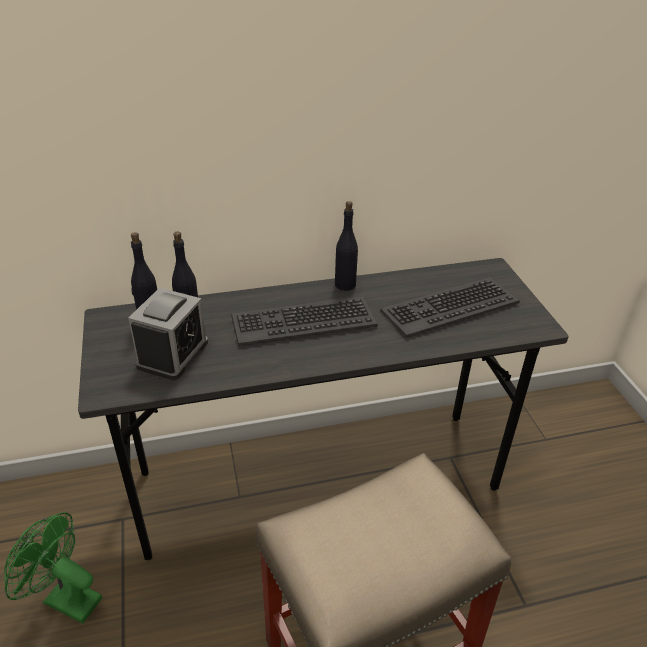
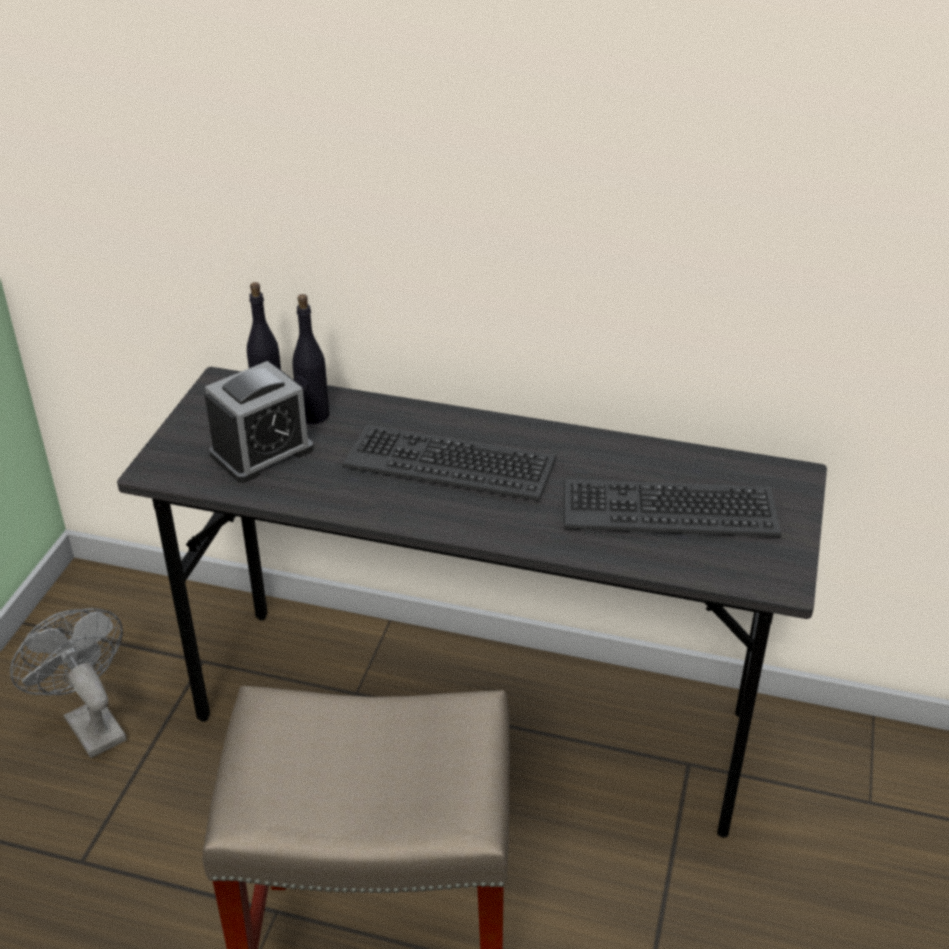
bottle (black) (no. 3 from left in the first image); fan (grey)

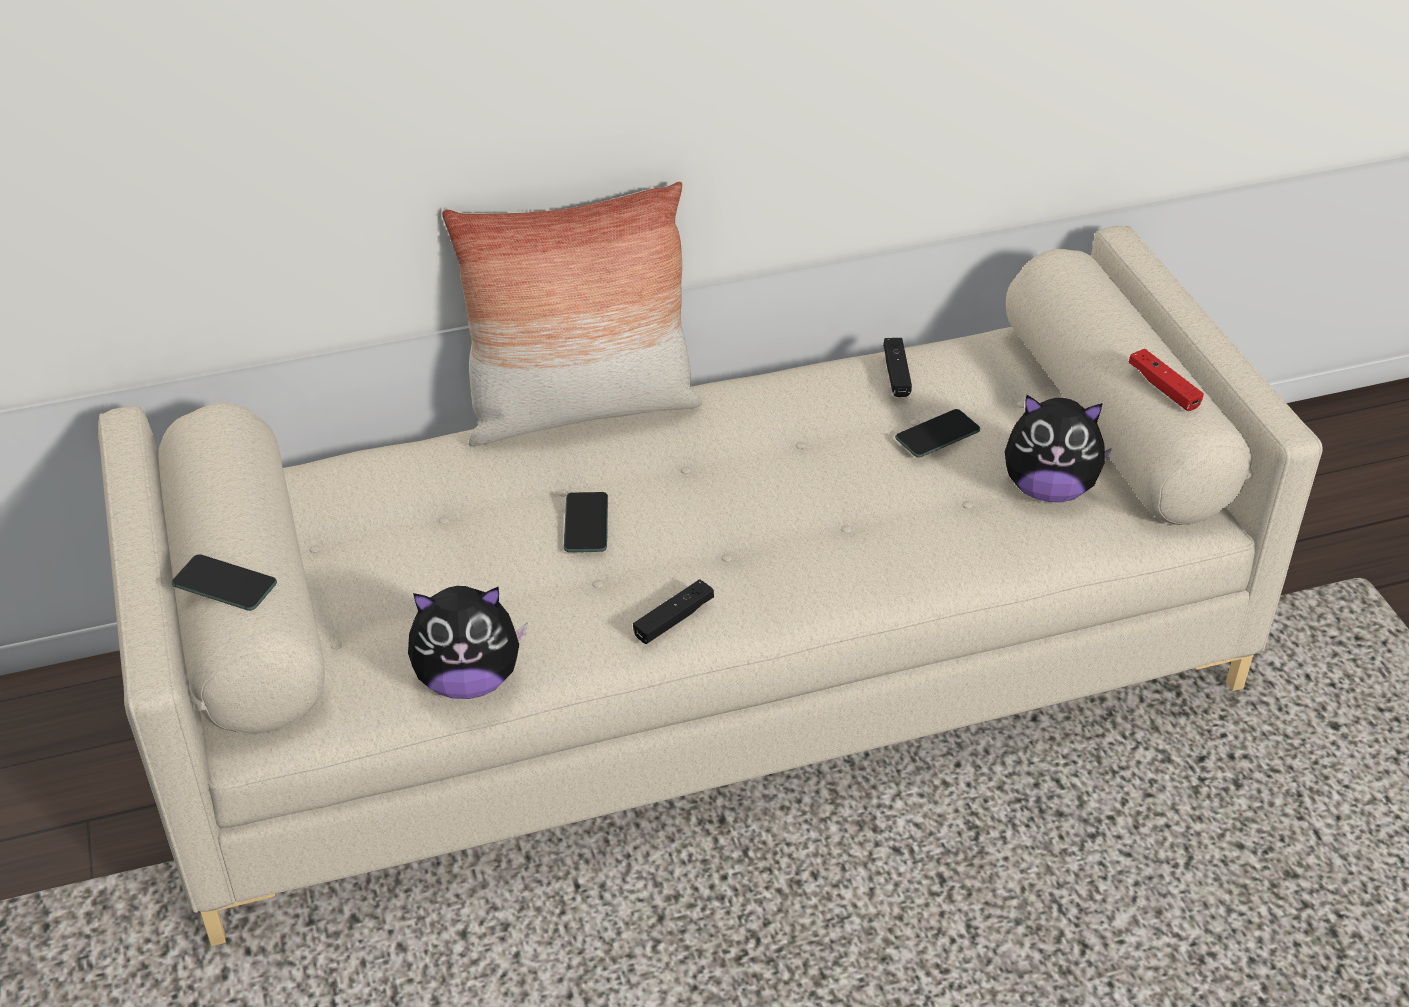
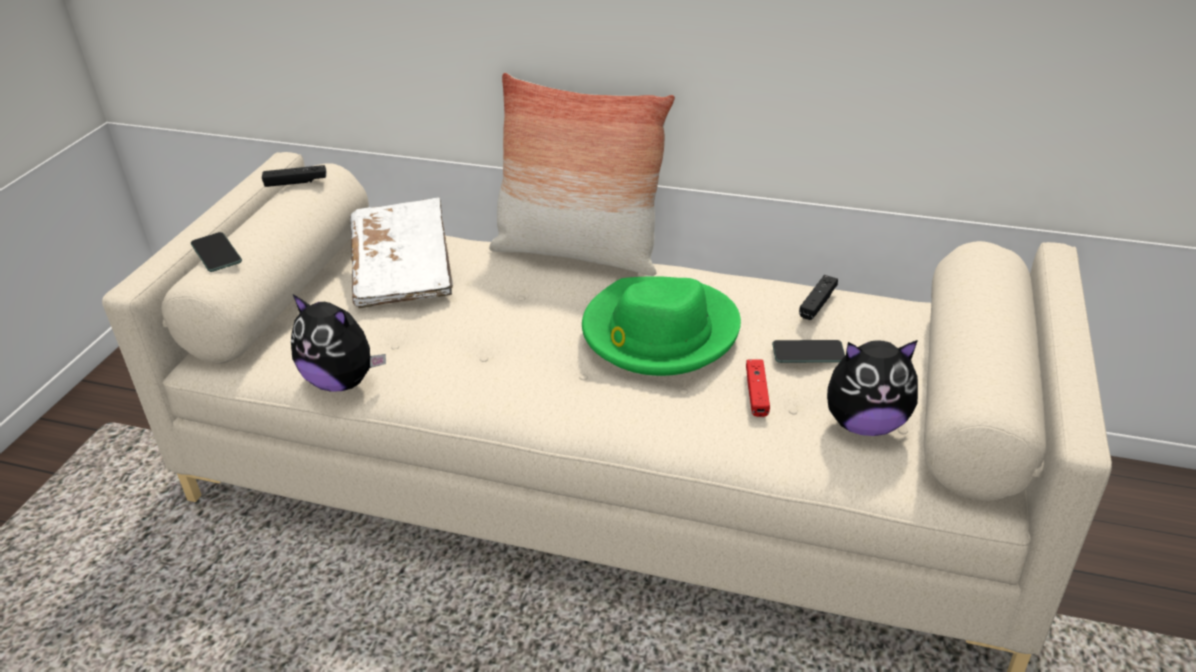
game controller (red); plush toy (no. 2 from left); phone (no. 2 from left in the first image); game controller (black) (no. 1 from left); book (white); hat (green)

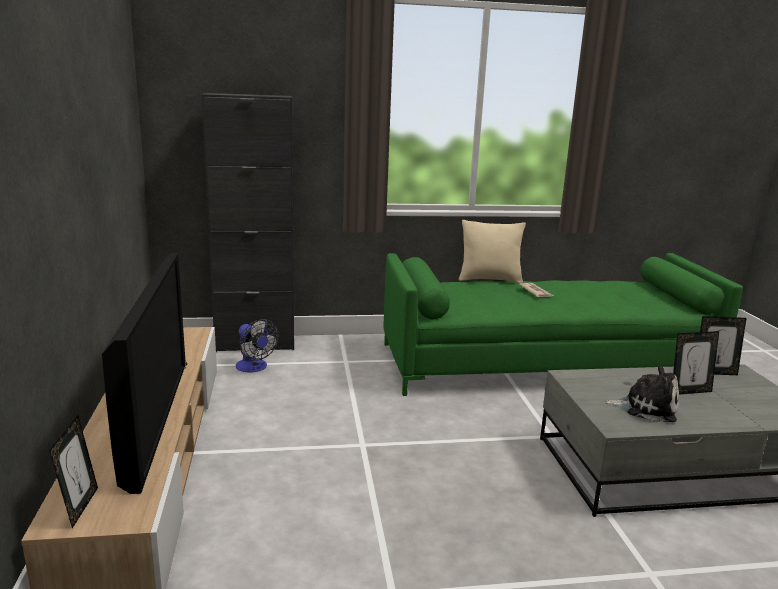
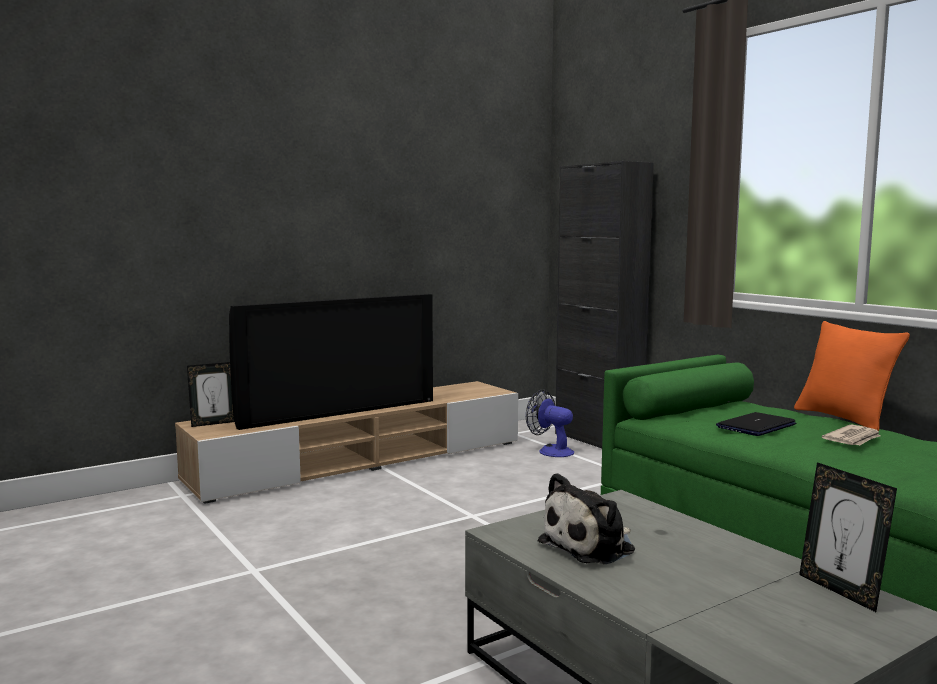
pillow (orange); fan; picture frame (no. 2 from left in the first image); plush toy; laptop

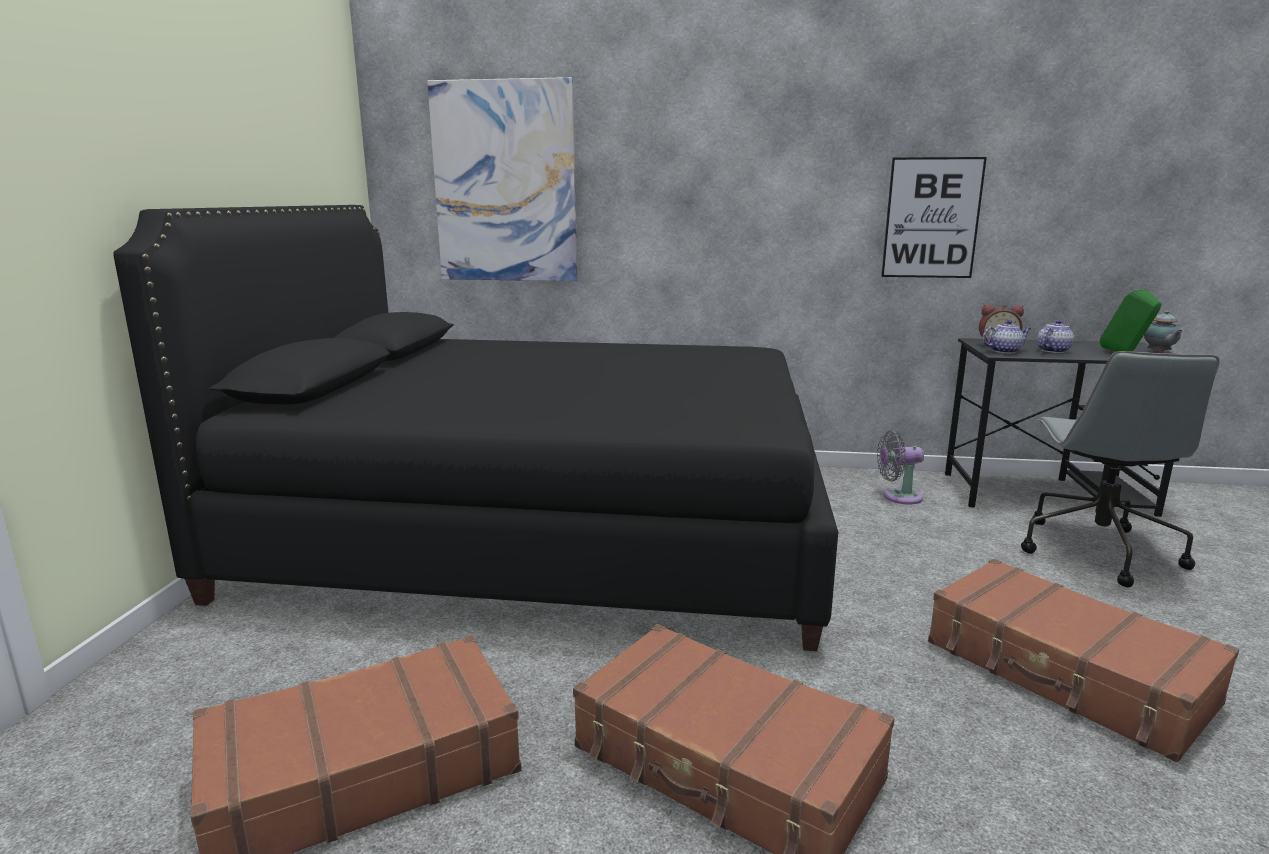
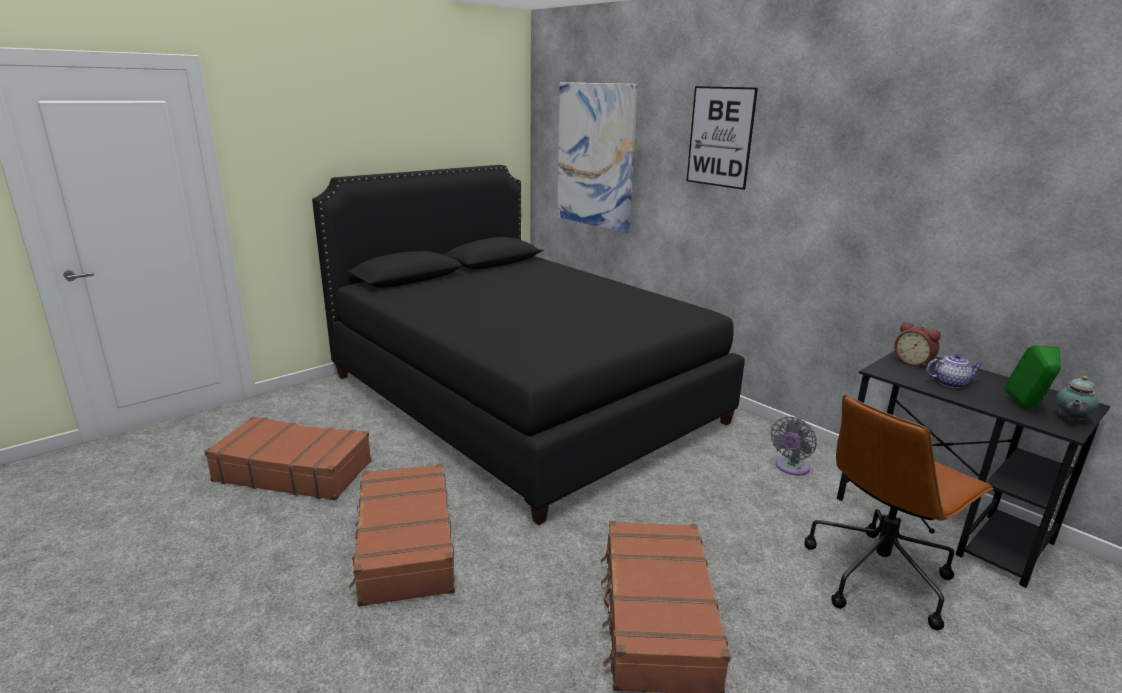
picture (no. 2 from left); teapot (no. 1 from left in the first image); office chair (brown); fan (grey)

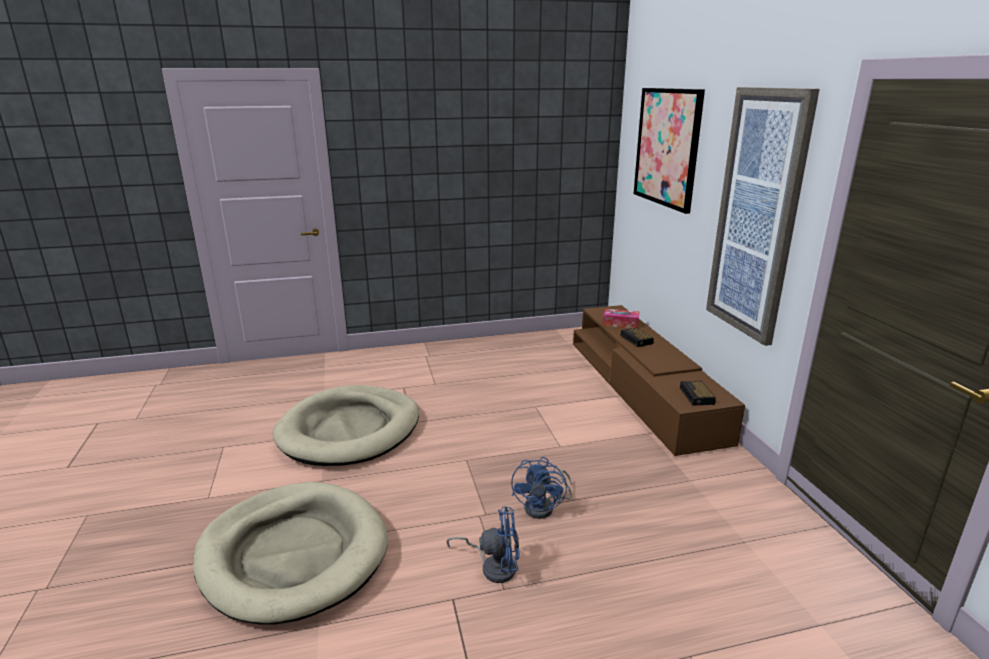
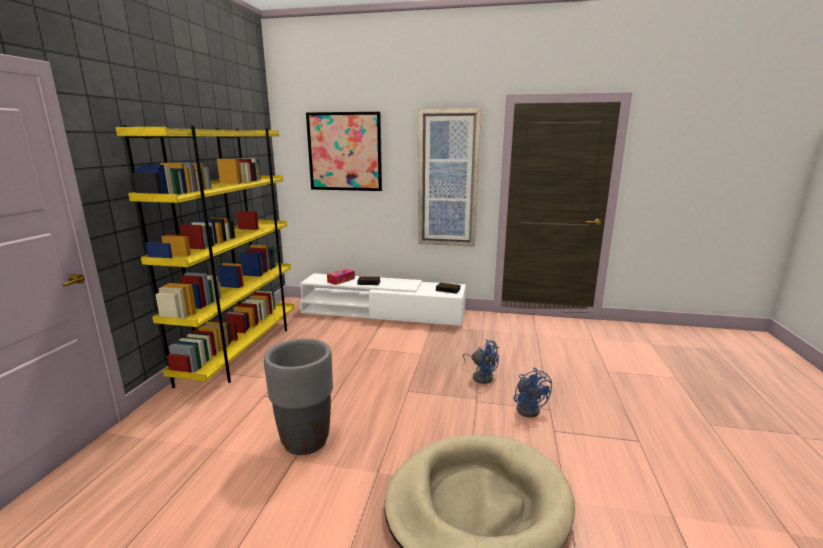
tv stand (white); planter (grey); fan (blue) (no. 2 from left); bookcase (yellow)

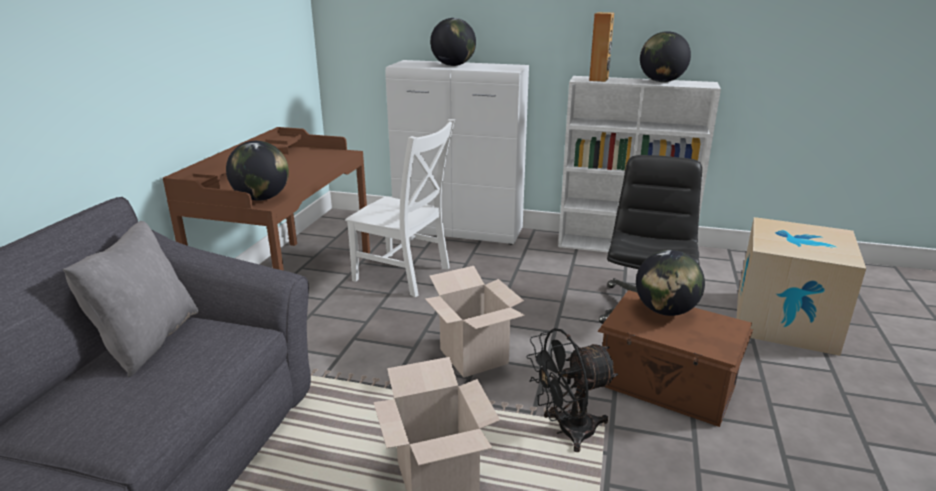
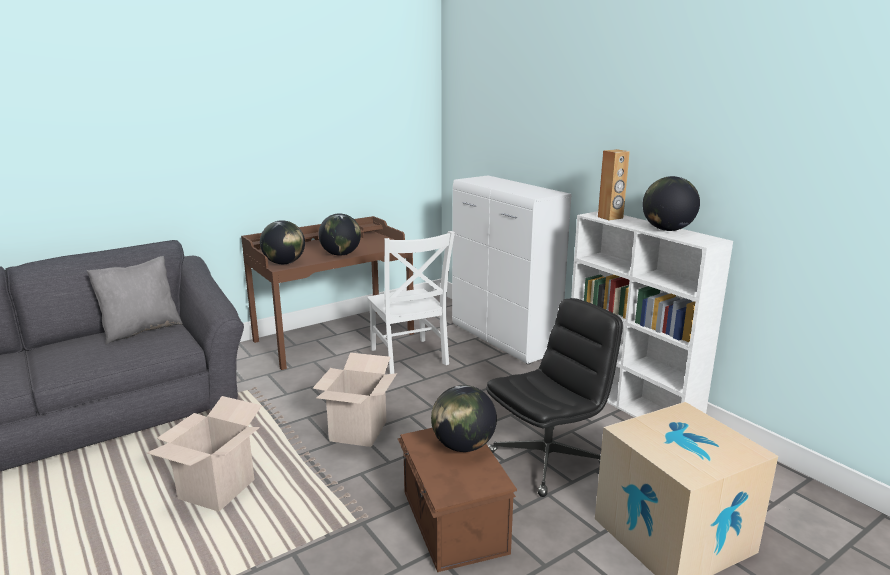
globe (no. 2 from left); fan (black)

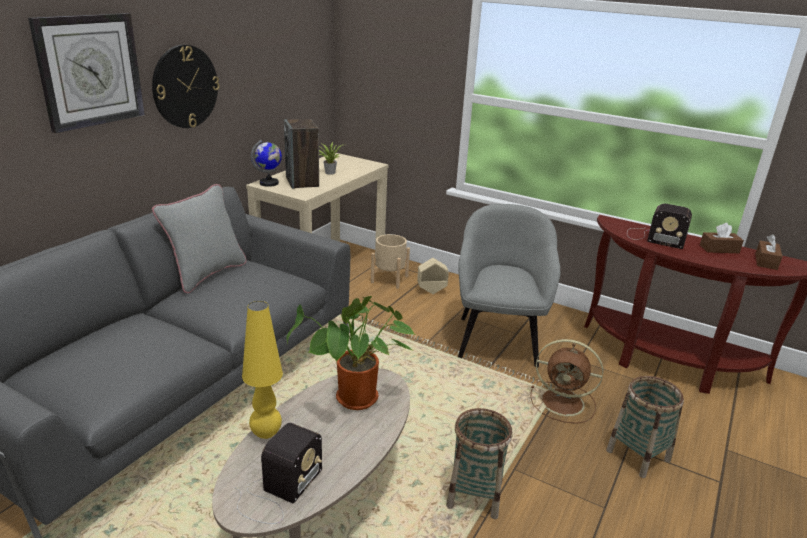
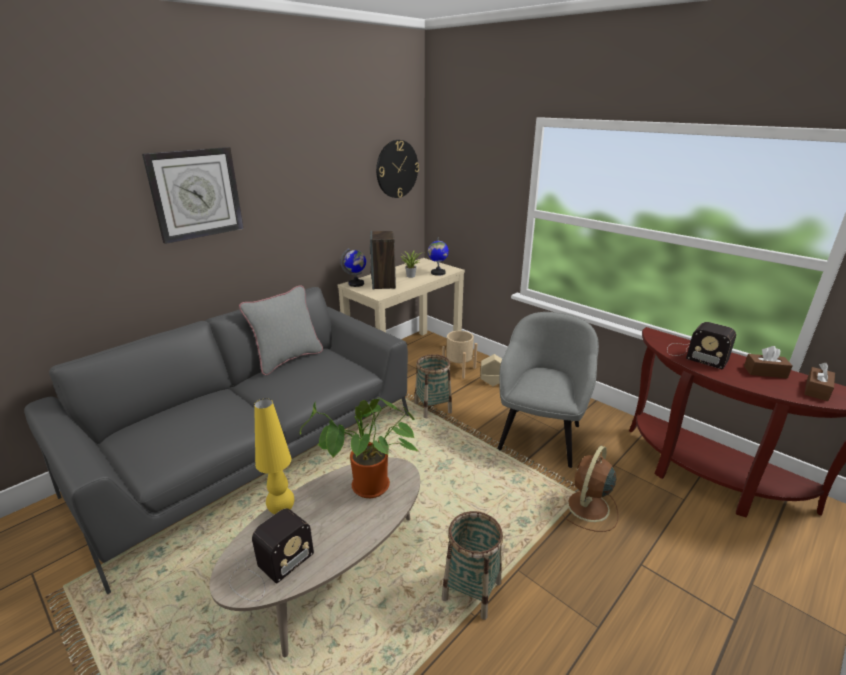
wall clock (no. 2 from left); fan (brown); basket (no. 1 from left); globe (no. 2 from left)

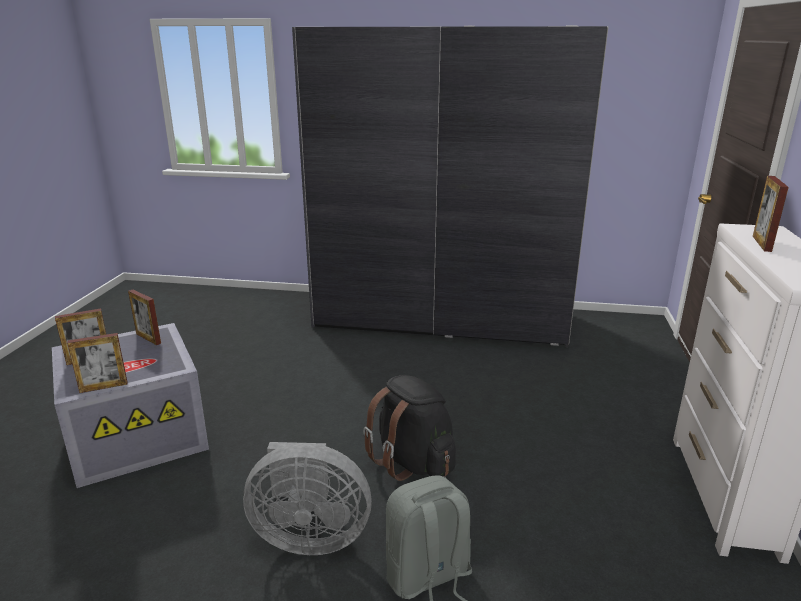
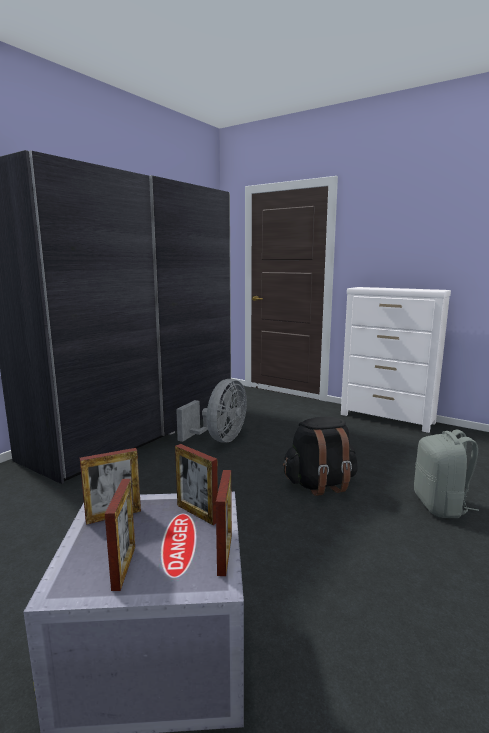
picture frame (no. 3 from left); fan (grey)

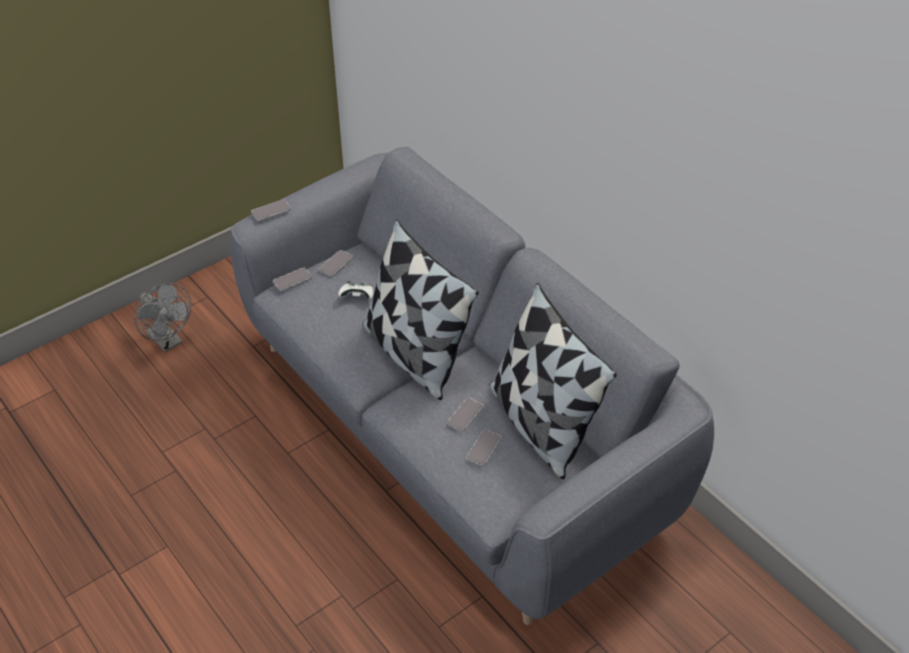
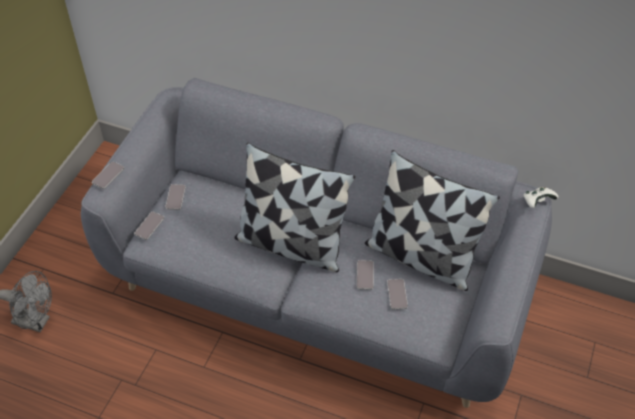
game controller (white)

